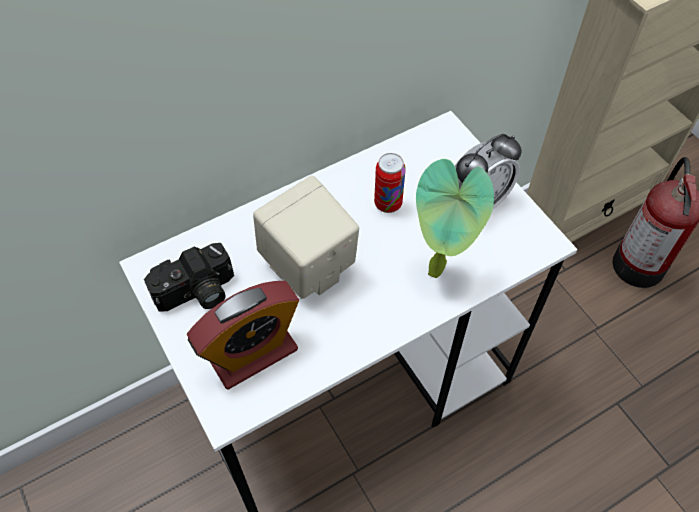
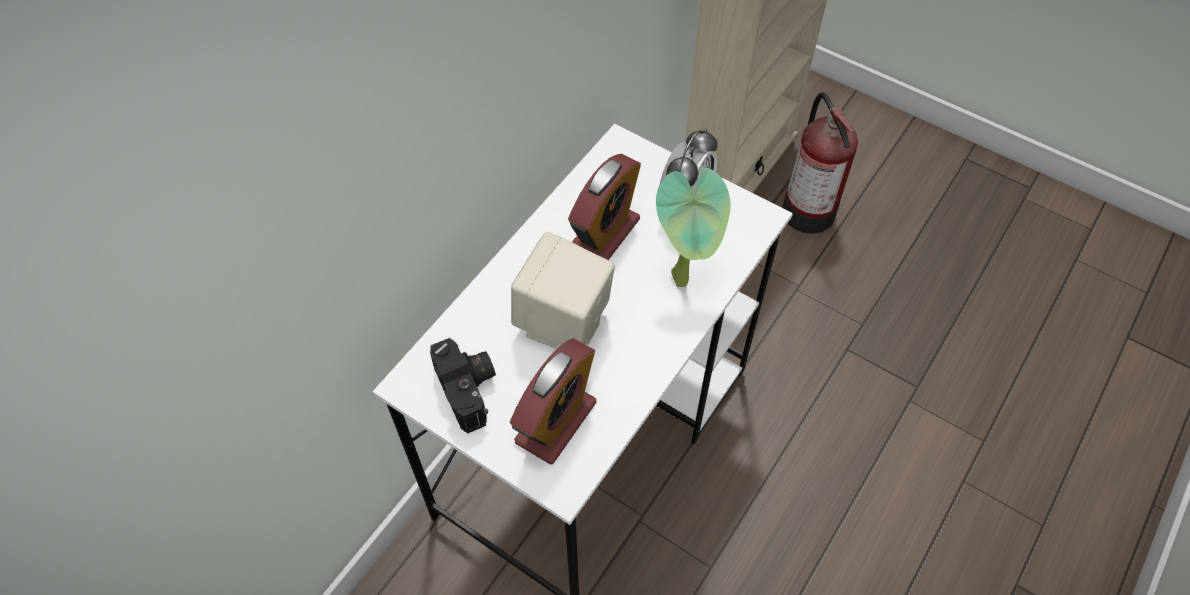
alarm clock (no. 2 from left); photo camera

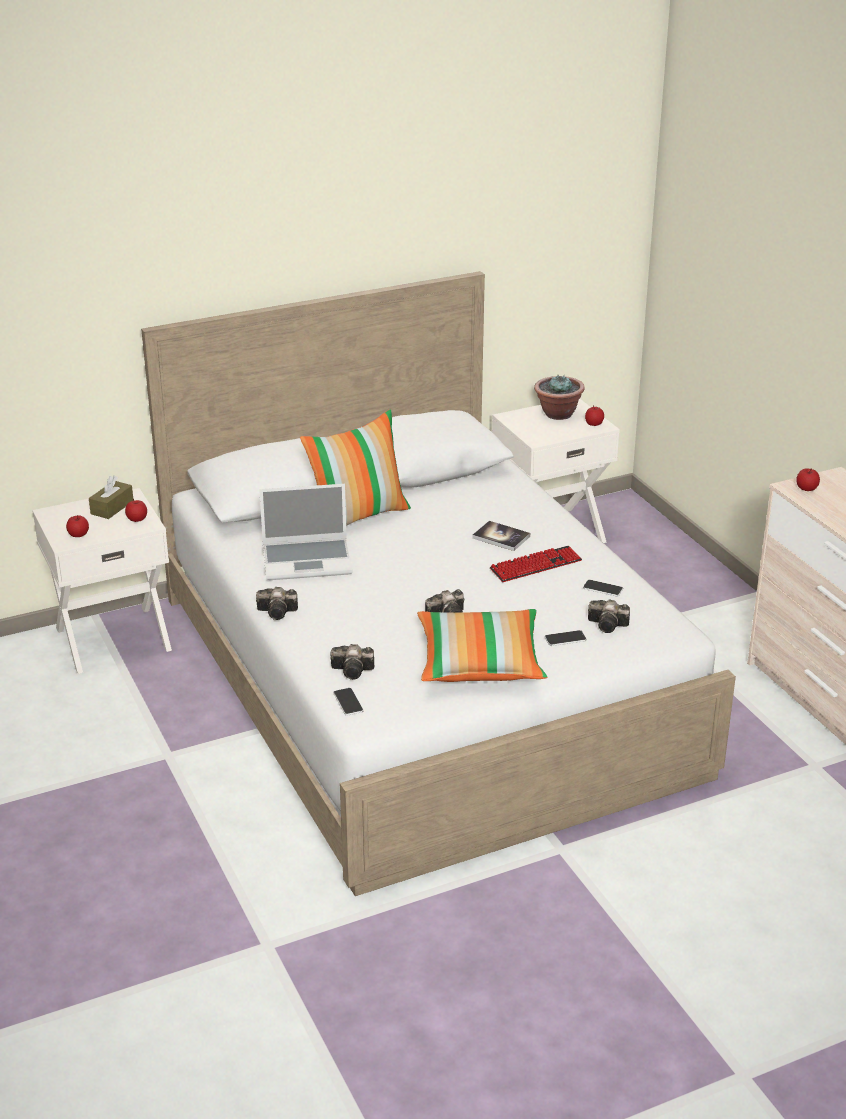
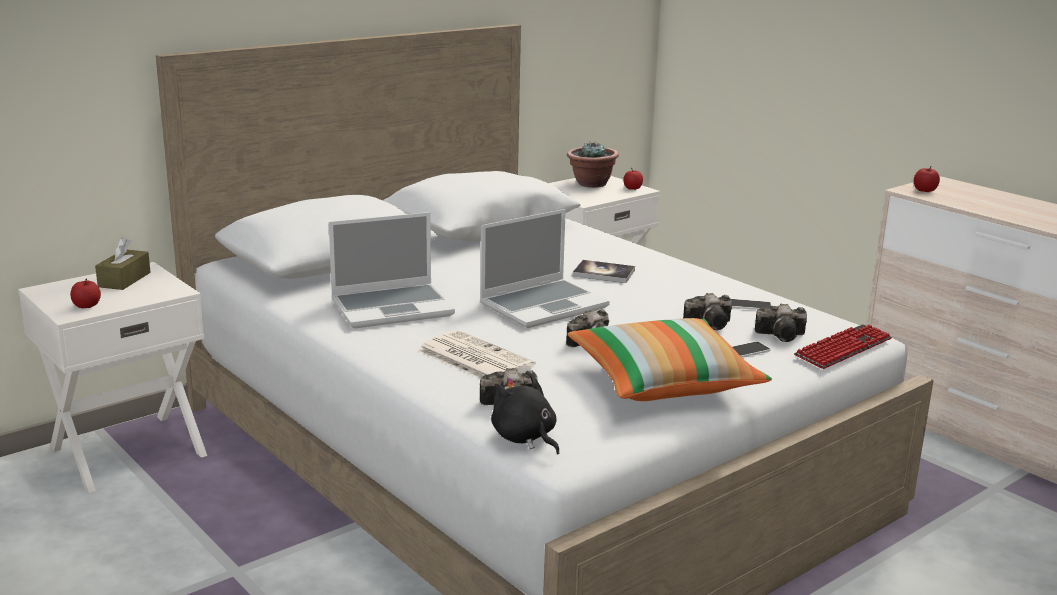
pillow (no. 1 from left in the first image); apple (no. 2 from left in the first image); keyboard; photo camera (no. 3 from left); plush toy (black); laptop (no. 2 from left); newspaper

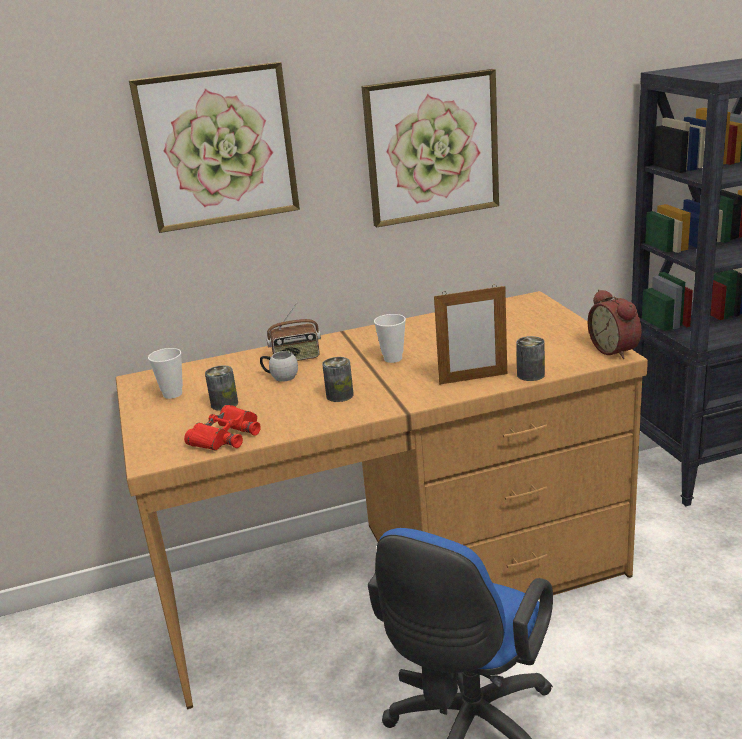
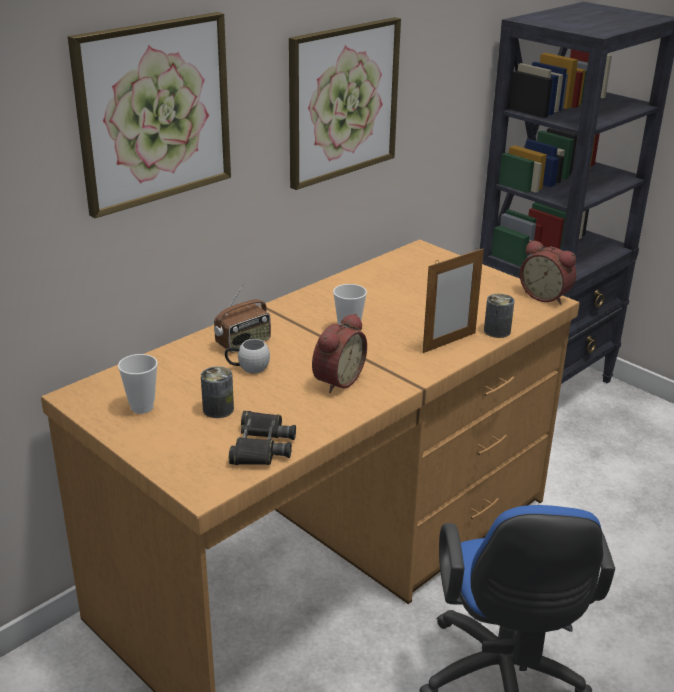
alarm clock (no. 1 from left); binoculars (black)

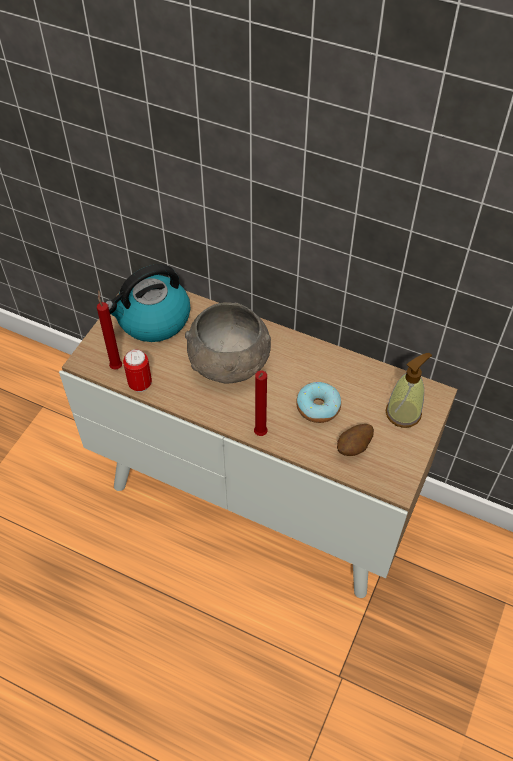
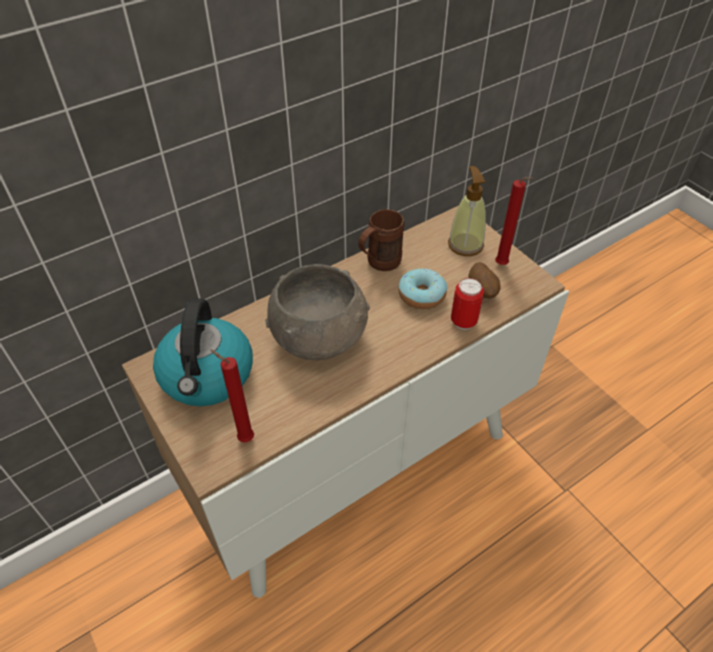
can; candle (red) (no. 2 from left); mug (brown)

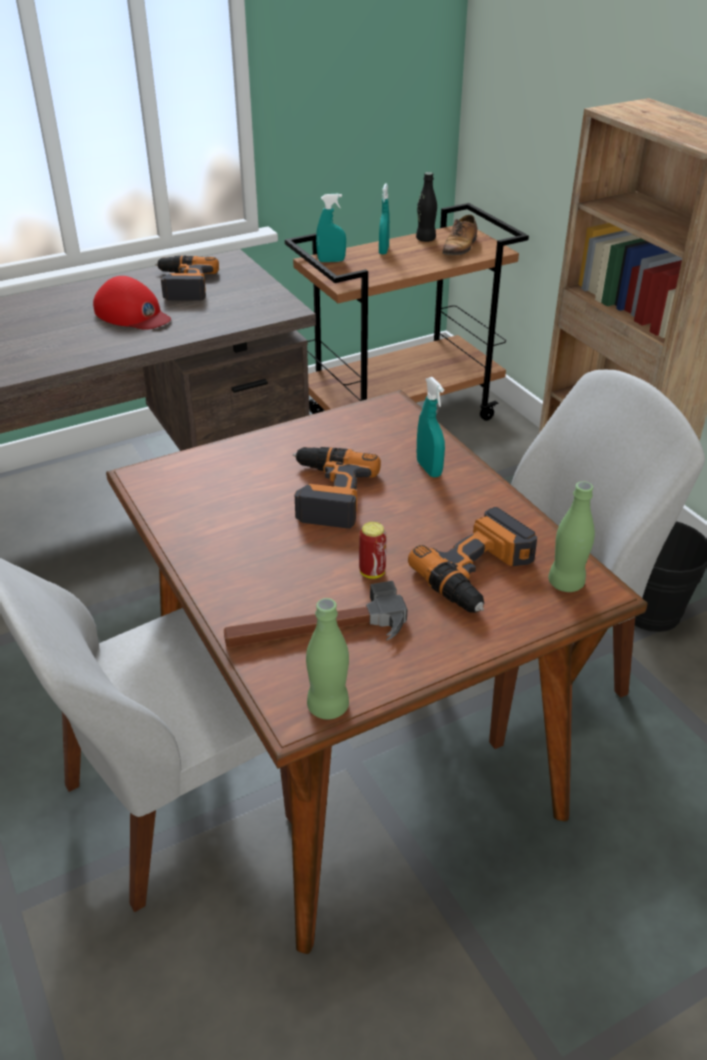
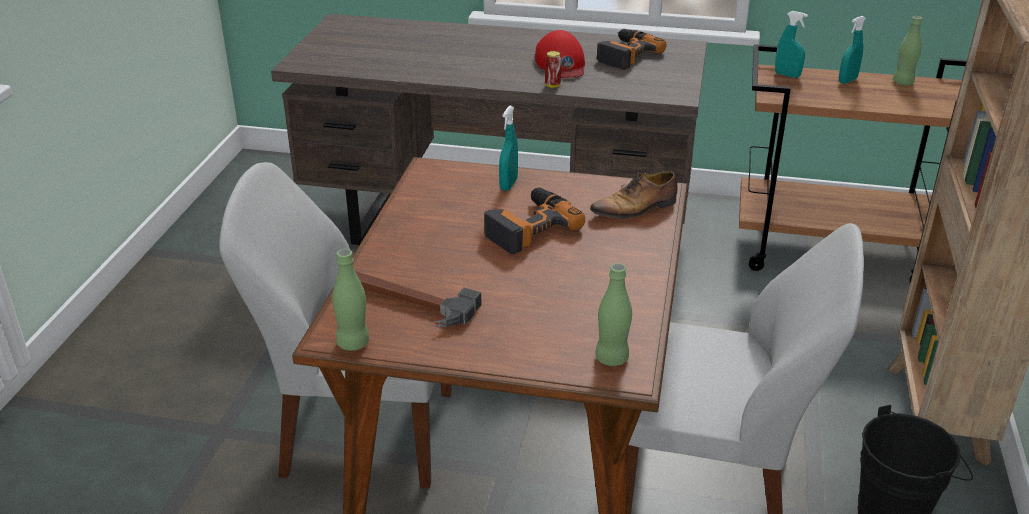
bottle (green) (no. 3 from left); shoe; spray bottle (turquoise) (no. 1 from left); power drill (no. 3 from left in the first image); can

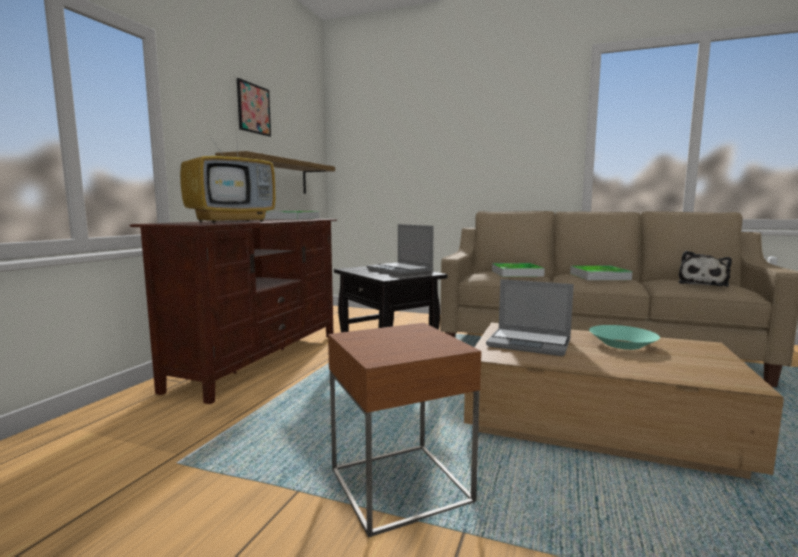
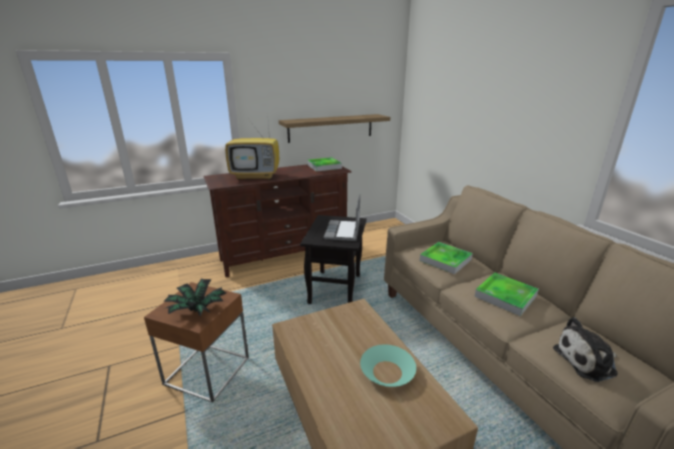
picture; laptop (no. 2 from left in the first image); potted plant

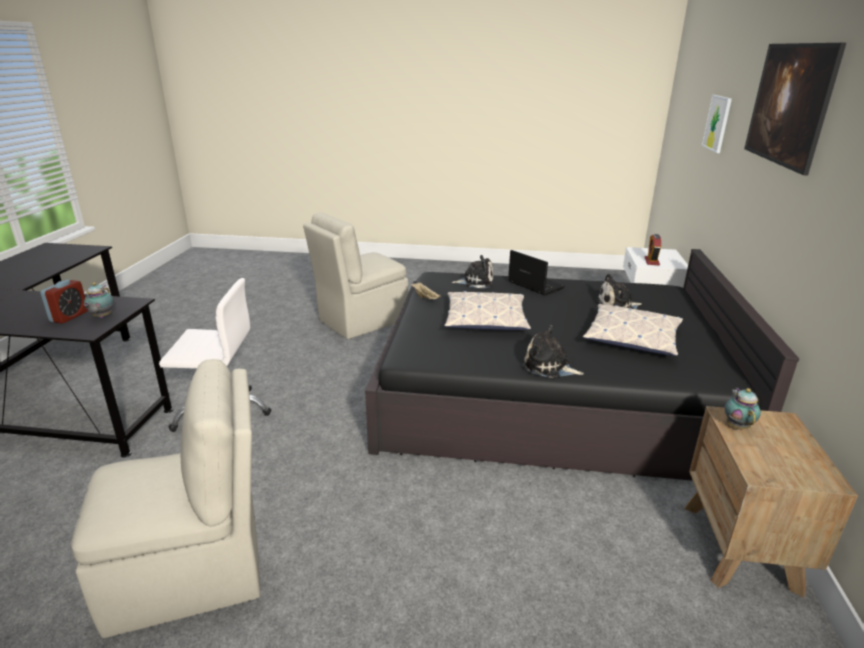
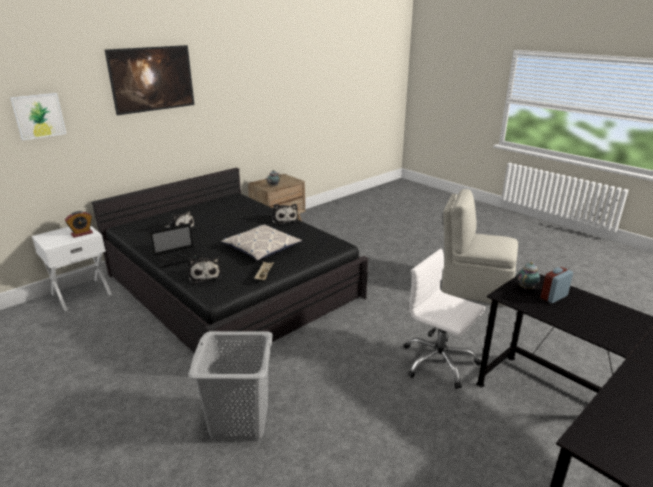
laundry basket (grey); laptop; plush toy (no. 2 from left); pillow (no. 2 from left in the first image)

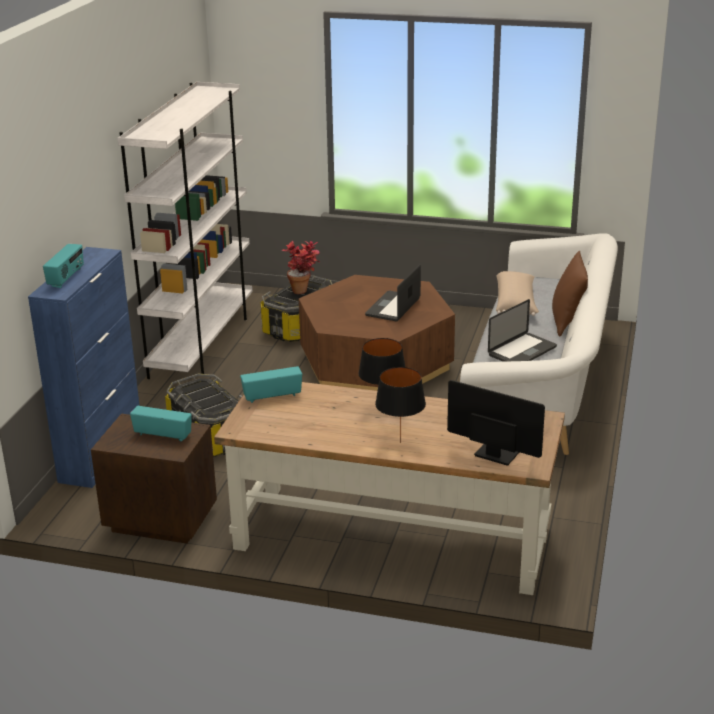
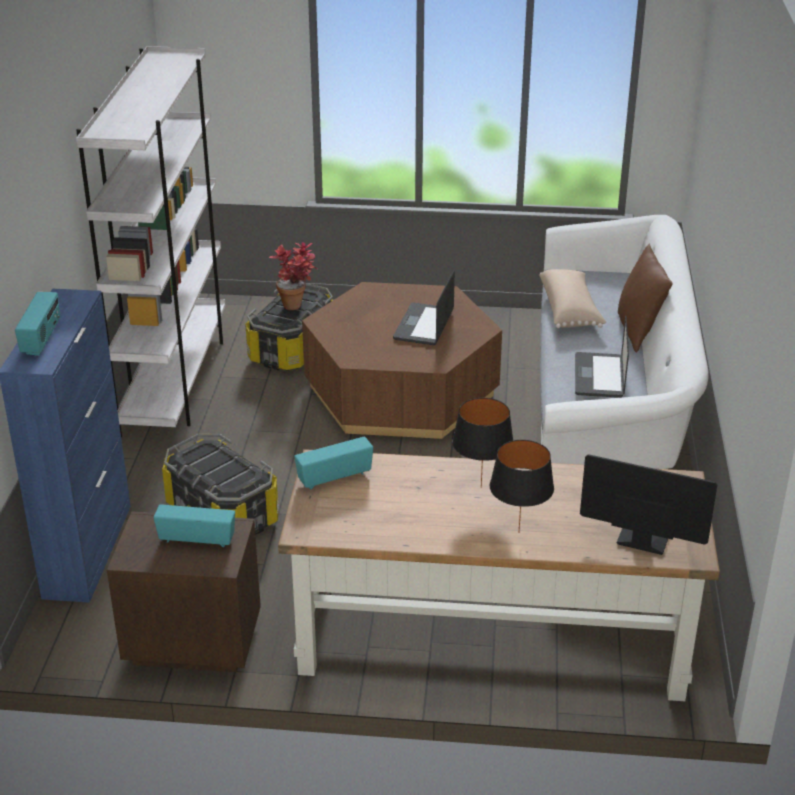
laptop (no. 2 from left)

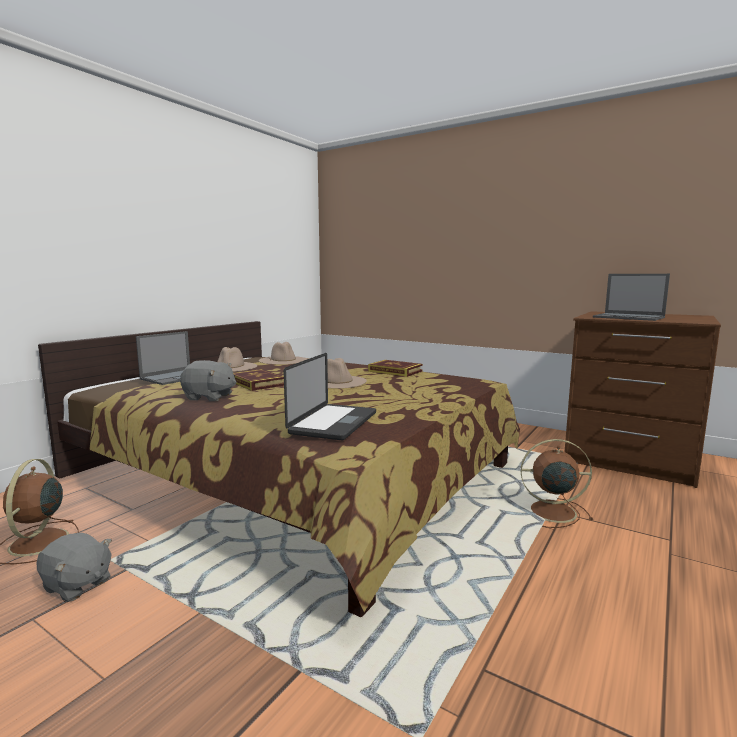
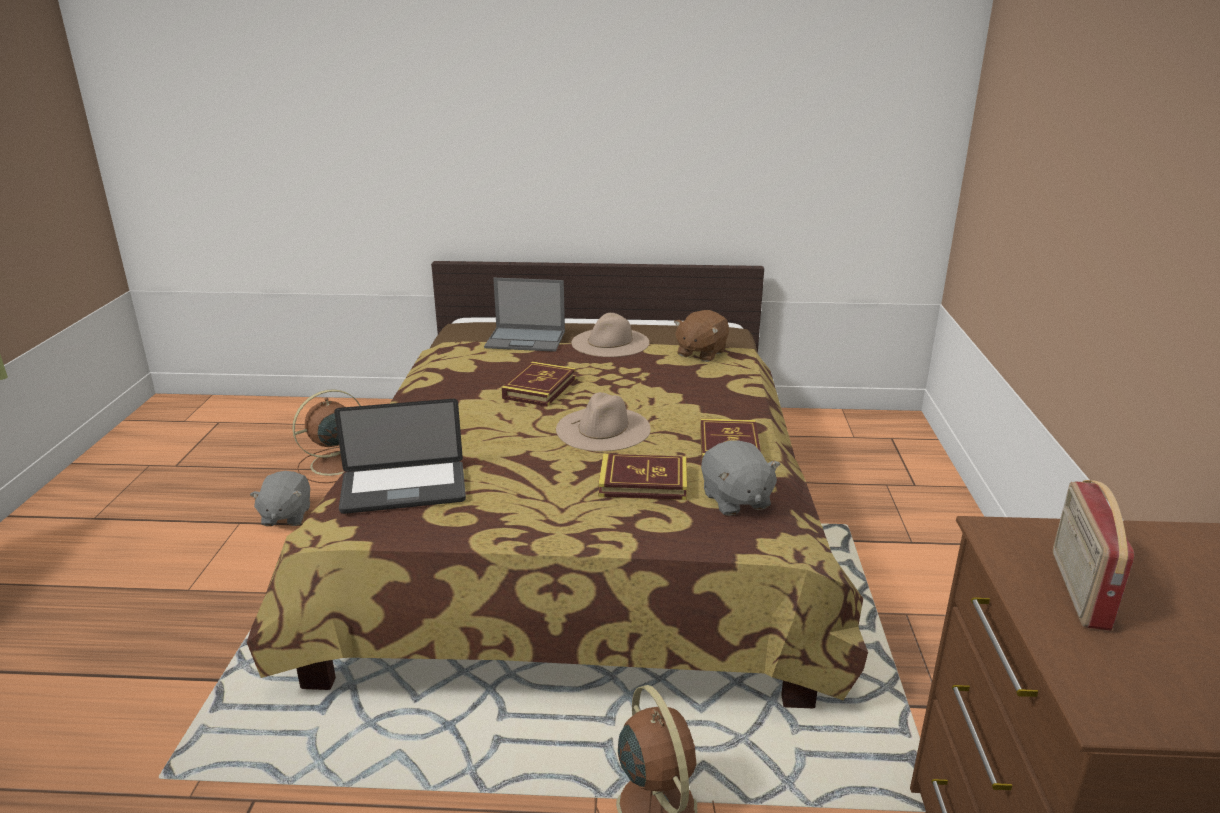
radio; plush toy (brown); plush toy (grey) (no. 2 from left); book (no. 2 from left)

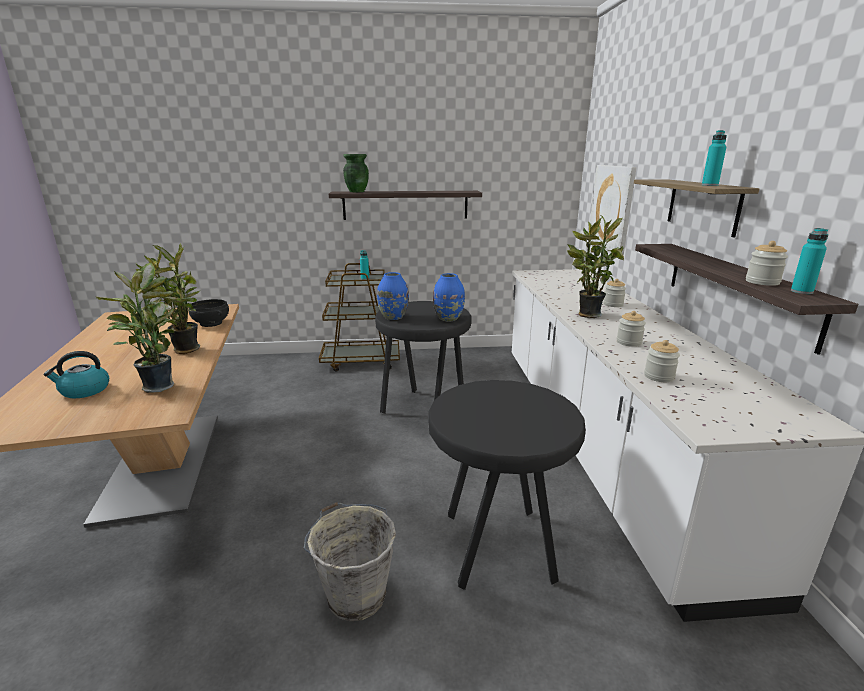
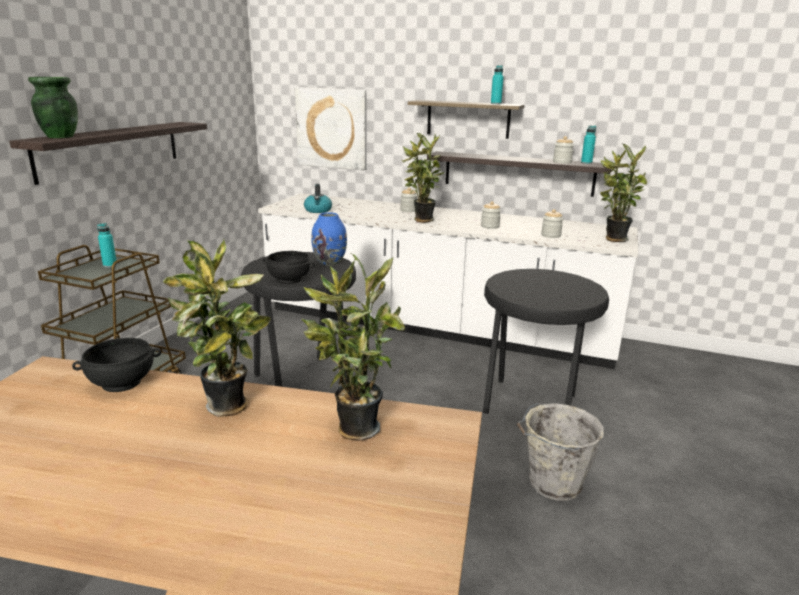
bowl (black) (no. 2 from left); kettle; potted plant (no. 4 from left)

